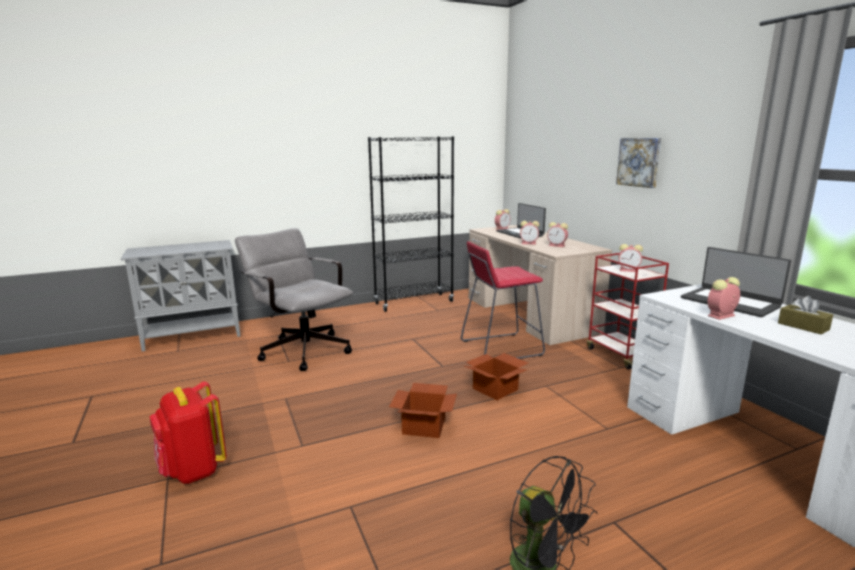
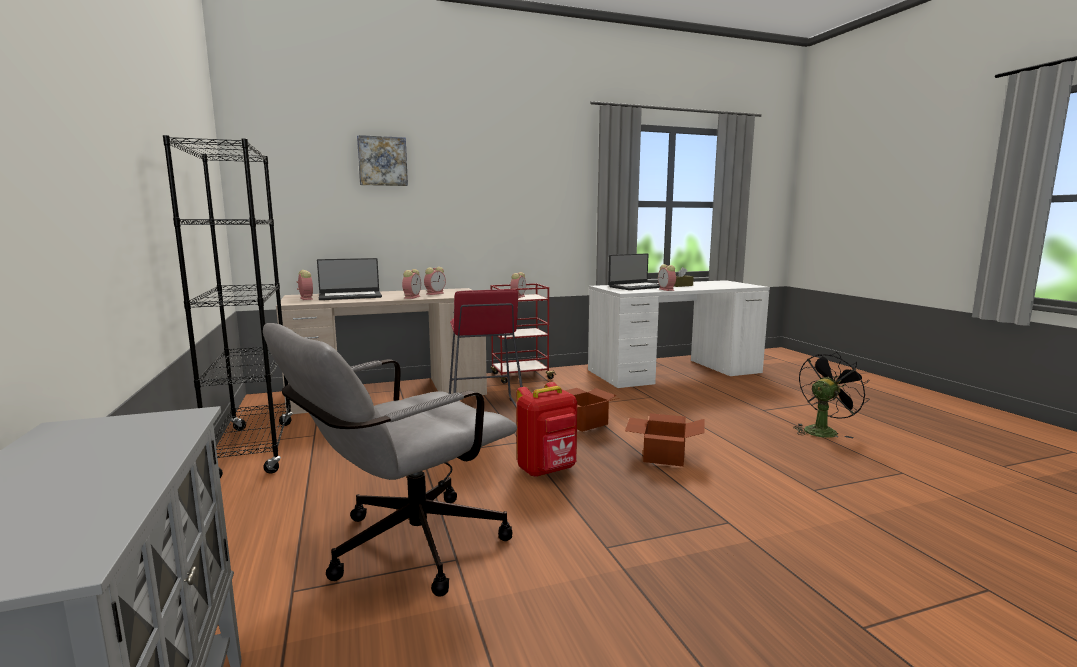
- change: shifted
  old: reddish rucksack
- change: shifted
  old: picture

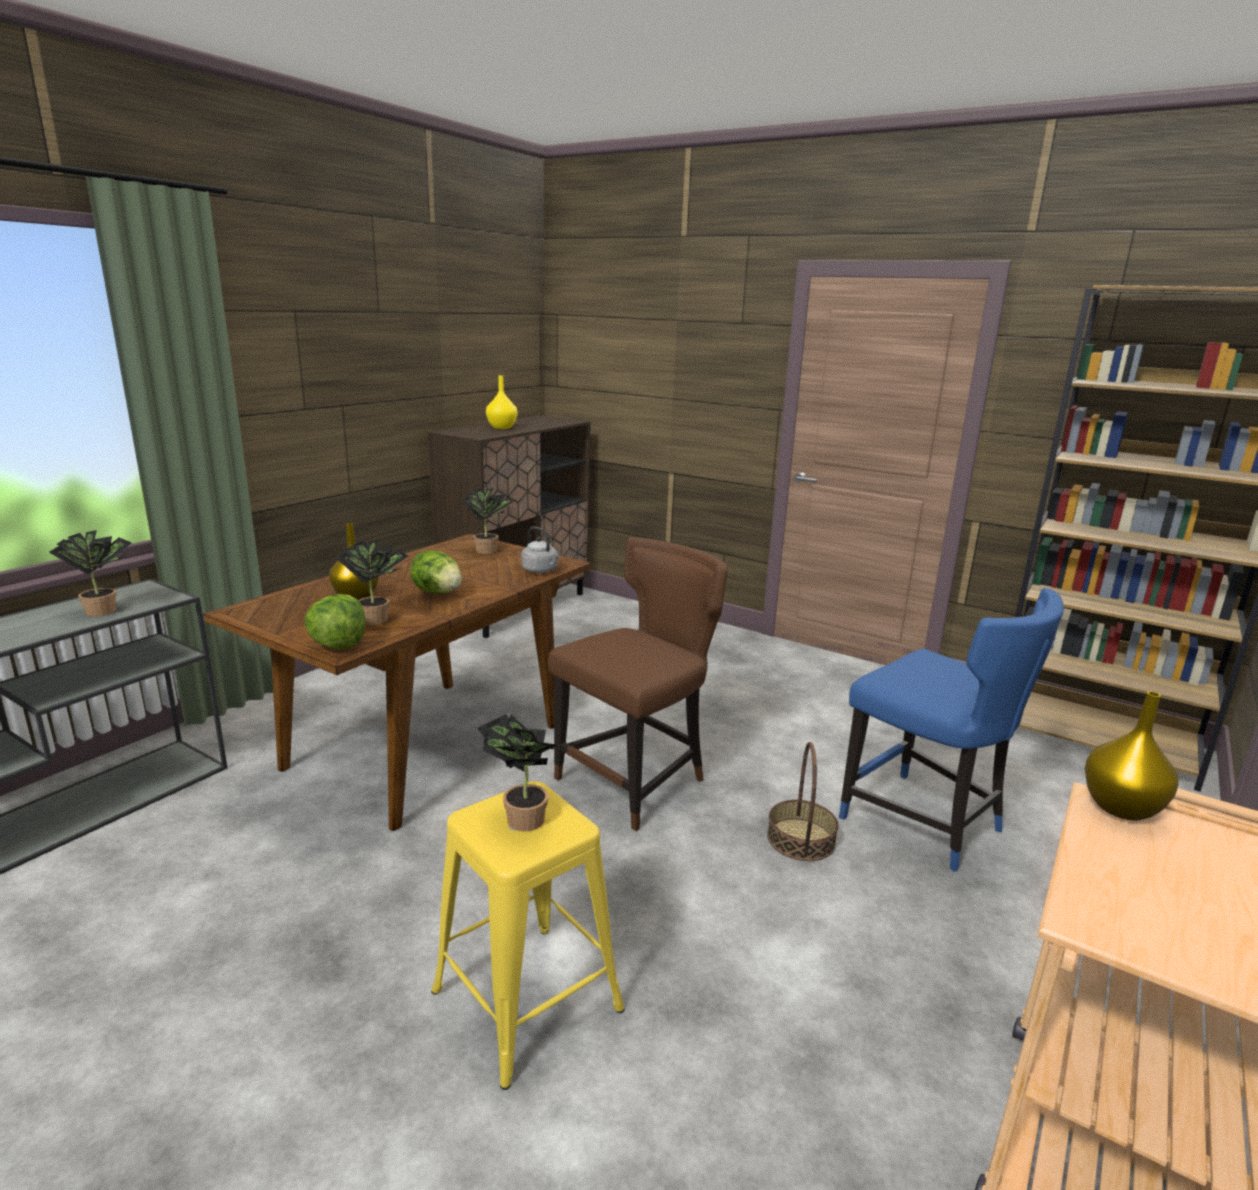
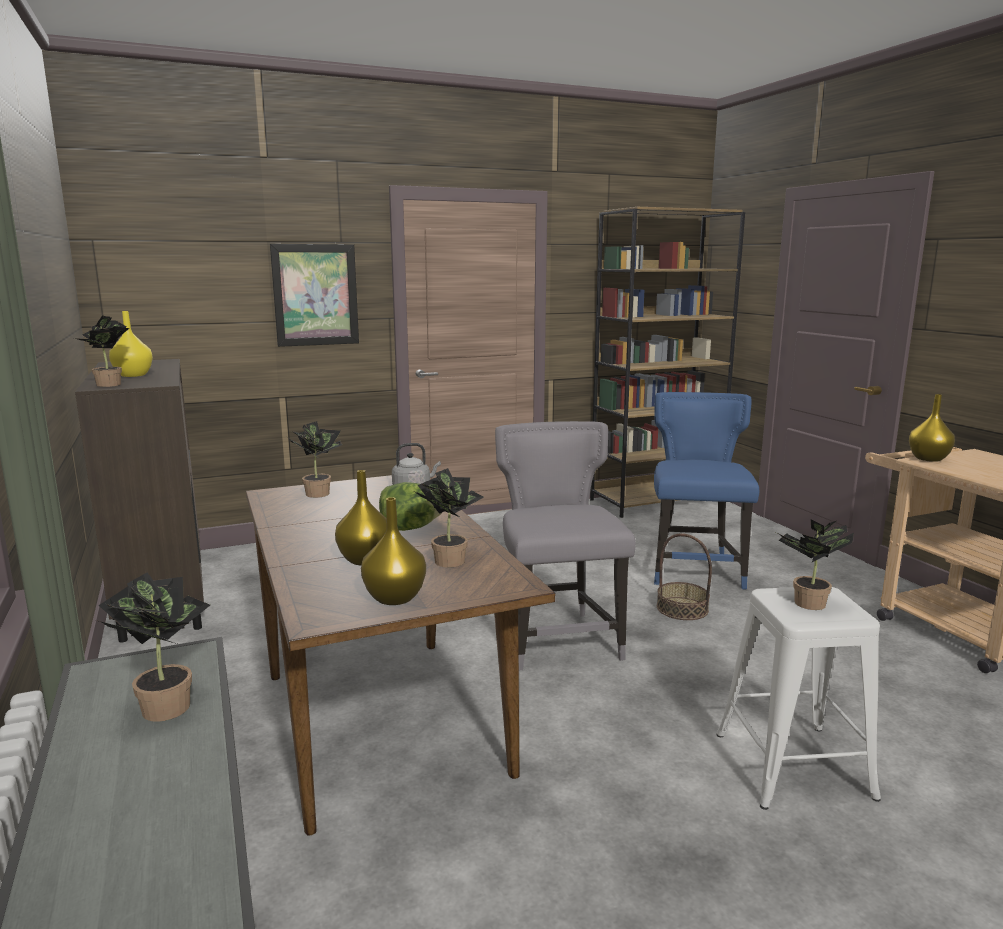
- change: gone
  old: head of lettuce (no. 1 from left)
- change: repainted
  old: yellow-coloured stool seat
  new: white stool seat
- change: repainted
  old: brown-coloured upright chair
  new: gray upright chair
- change: rotated
  old: bluish upright chair
  degrees: -75
- change: new
  new: plant in a pot (no. 1 from left)
- change: new
  new: picture
- change: new
  new: yellow-coloured vase (no. 3 from left)

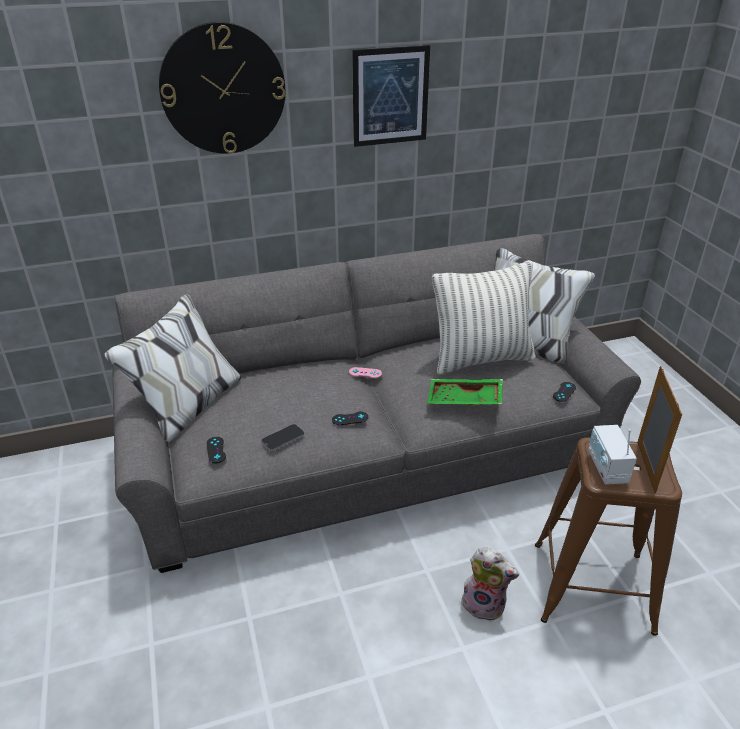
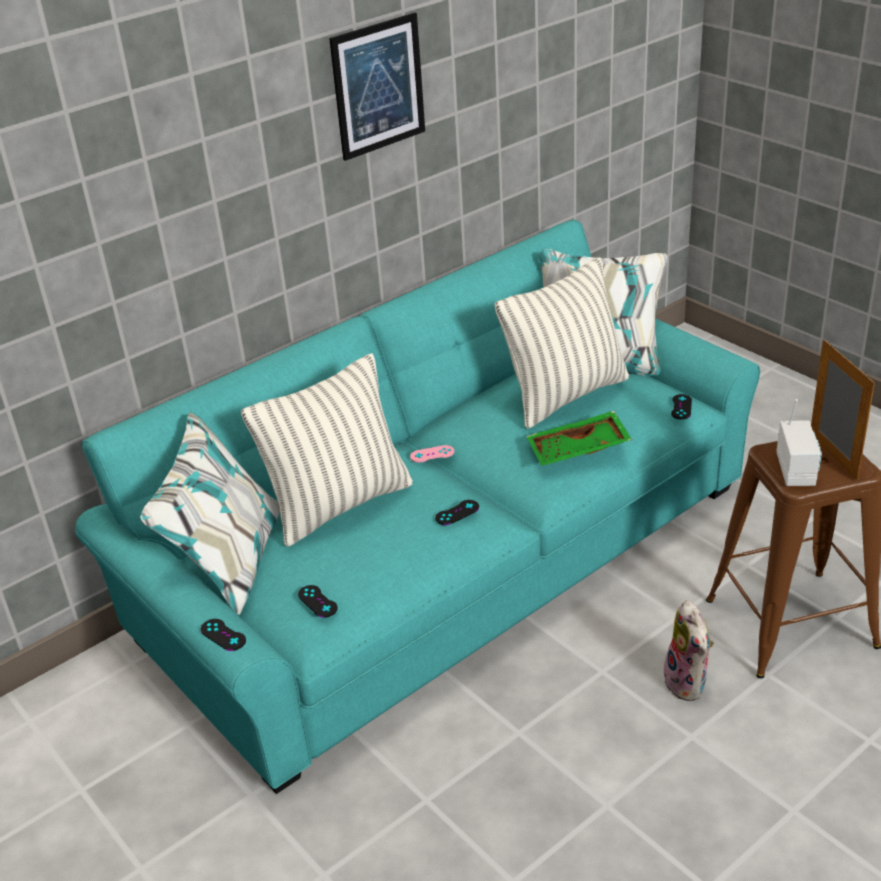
- change: repainted
  old: gray settee
  new: blue-green settee
- change: gone
  old: hanging clock
- change: gone
  old: handset
- change: rotated
  old: cuddly toy
  degrees: 75
- change: rotated
  old: radio receiver
  degrees: -150
- change: new
  new: black gamepad (no. 1 from left)
- change: new
  new: throw pillow (no. 1 from left)

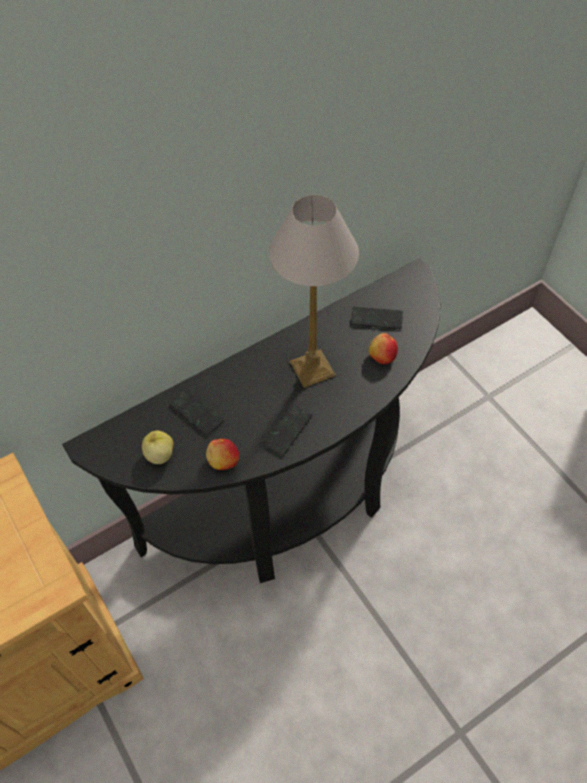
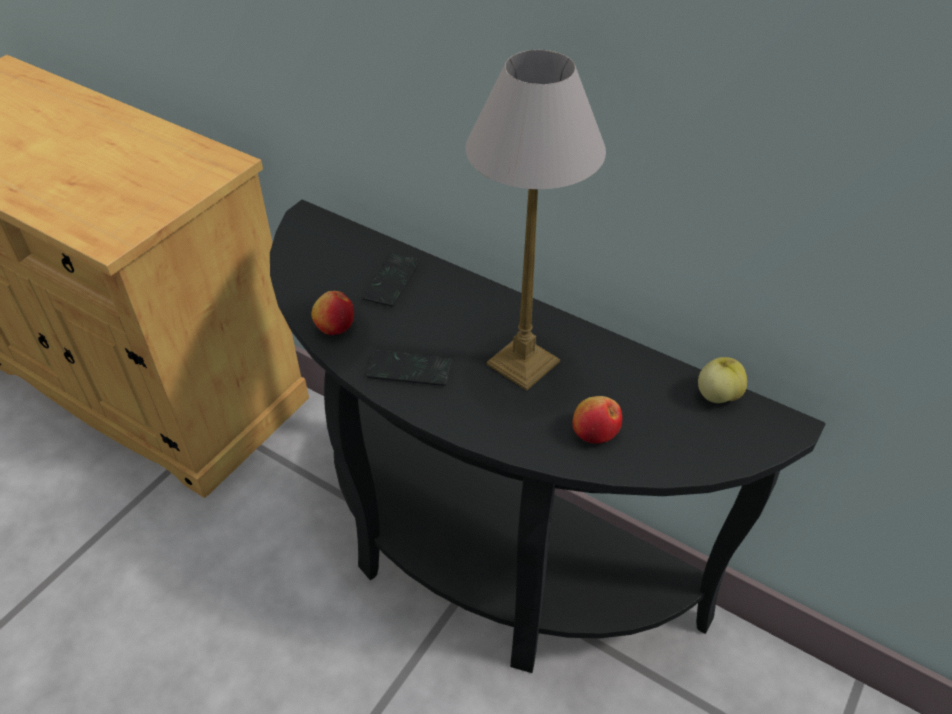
- change: shifted
  old: apple (no. 1 from left in the first image)
  new: apple (no. 3 from left)
- change: gone
  old: handset (no. 3 from left)

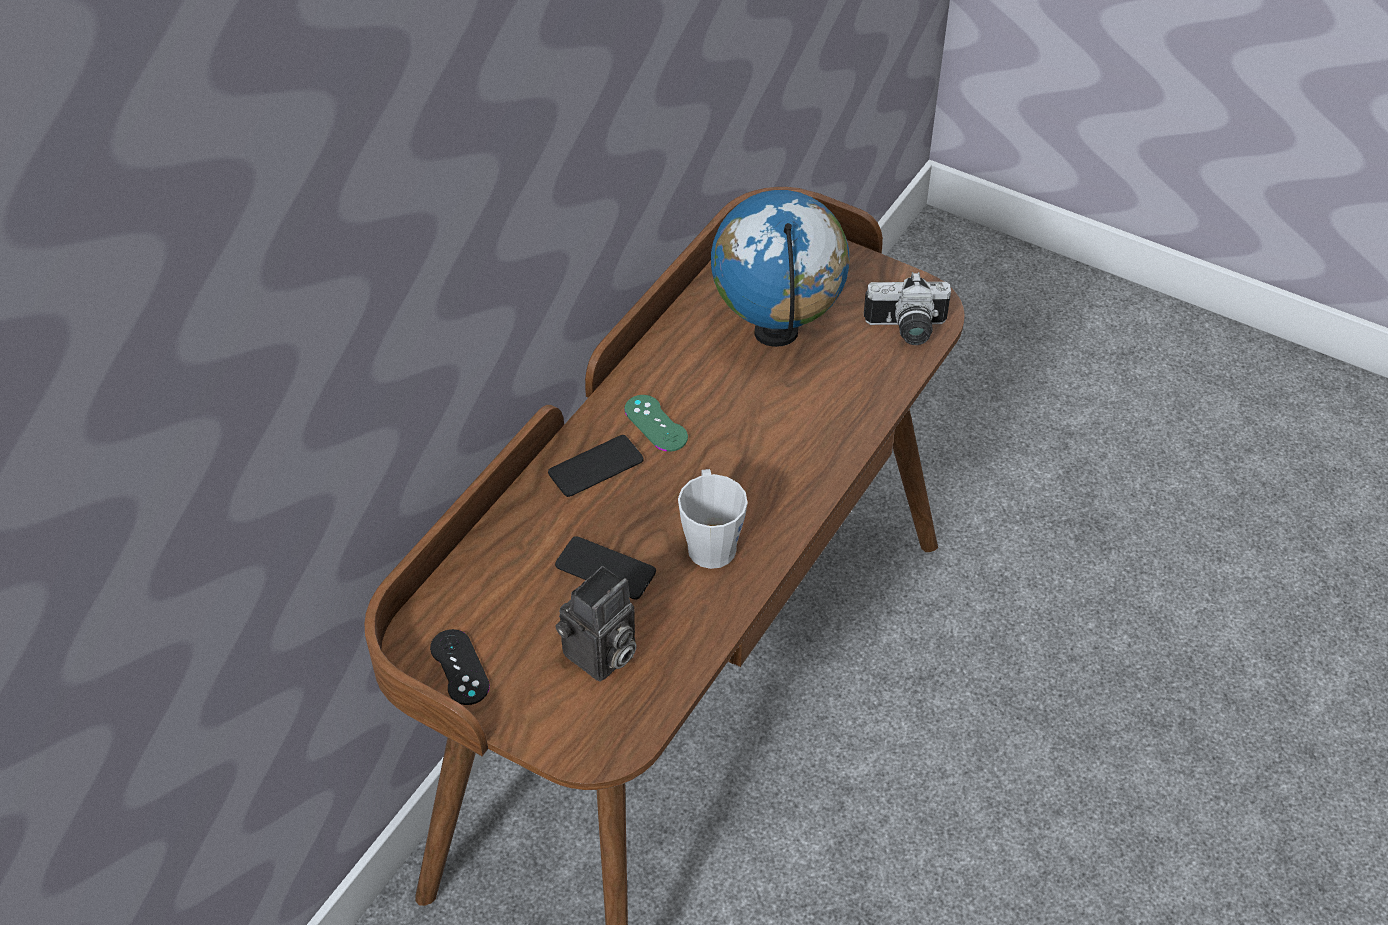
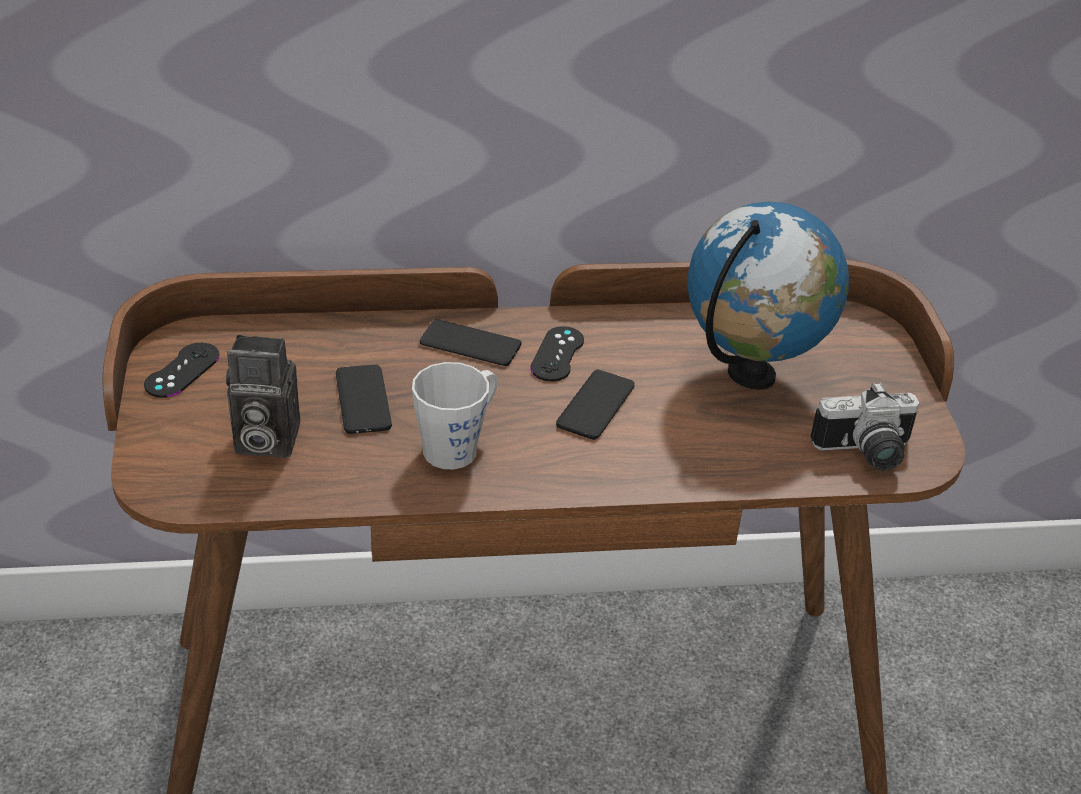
- change: repainted
  old: greenish gamepad
  new: black gamepad (no. 2 from left)
- change: rotated
  old: photo camera (no. 2 from left)
  degrees: -60
- change: new
  new: handset (no. 3 from left)

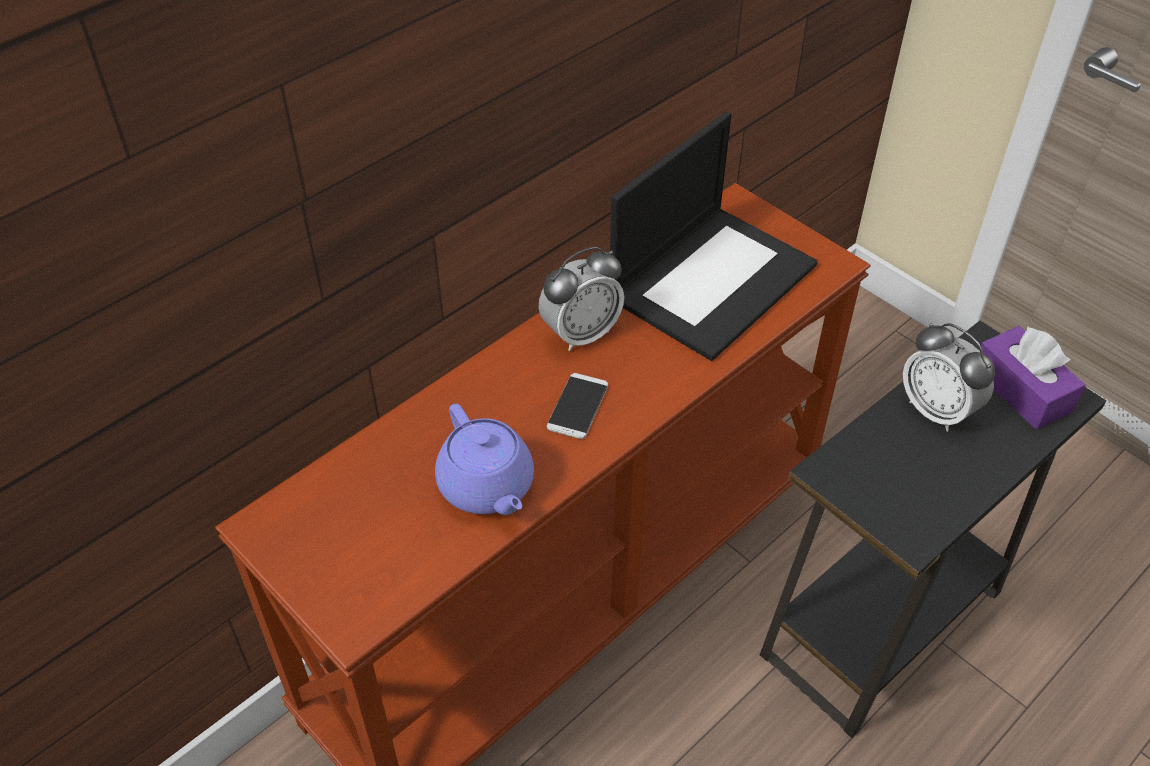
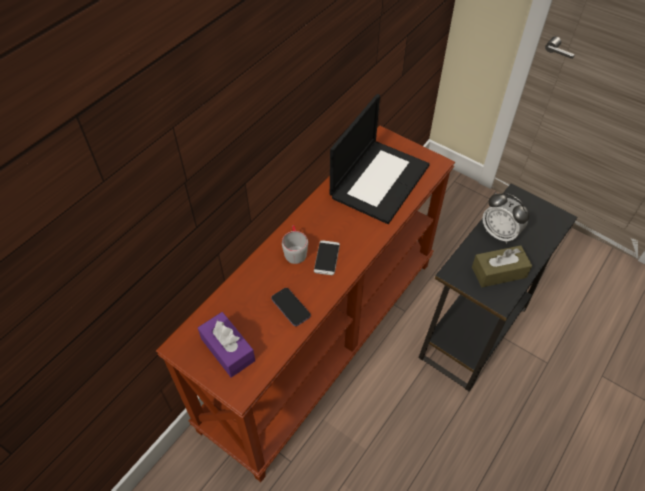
- change: swapped
  old: purple-coloured teapot
  new: handset (no. 1 from left)
- change: gone
  old: table clock (no. 1 from left)
- change: shifted
  old: purple-coloured tissue box
- change: new
  new: gray mug
- change: new
  new: brown-coloured tissue box

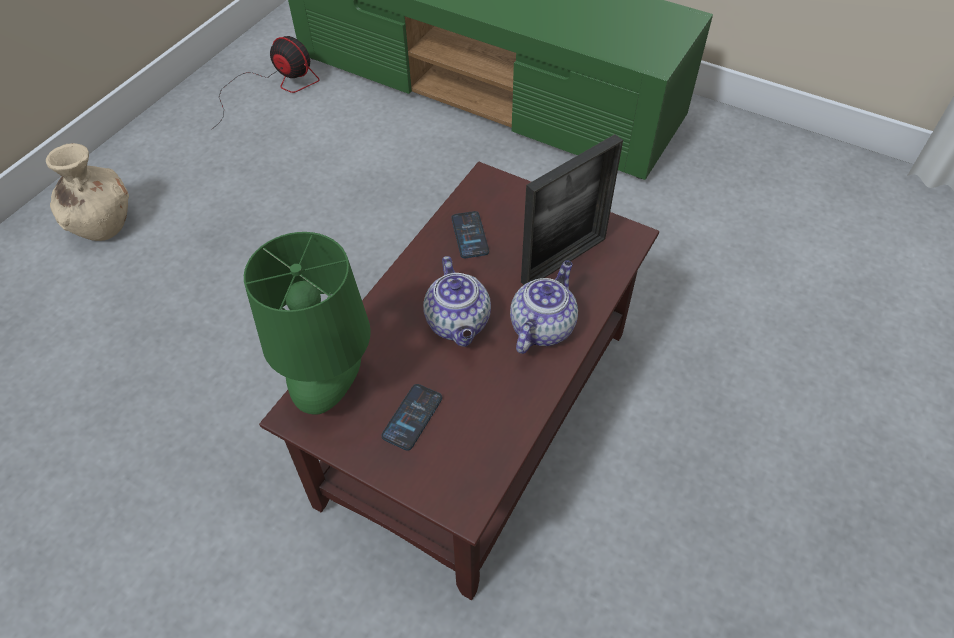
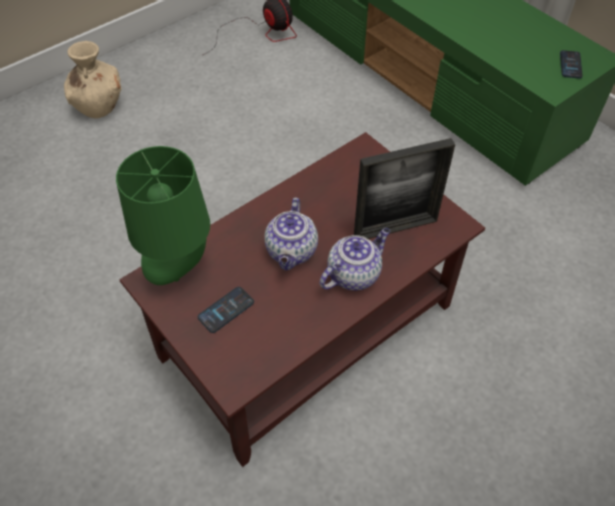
- change: shifted
  old: handset (no. 2 from left)

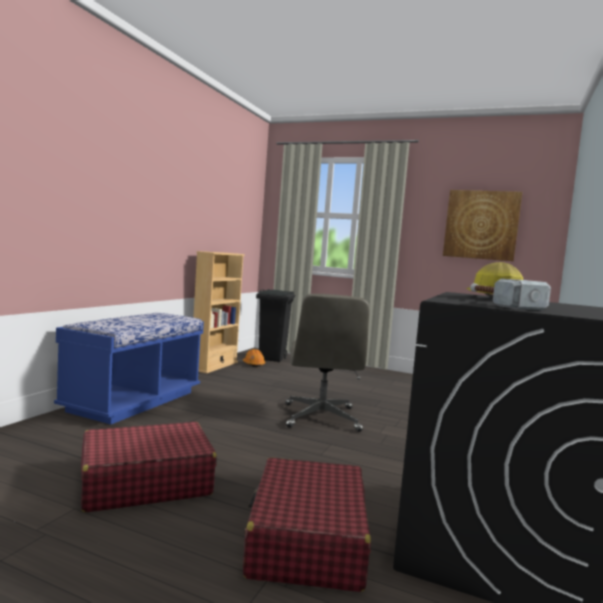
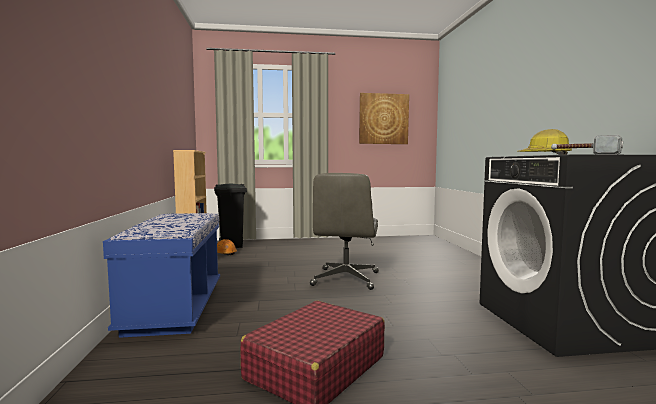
- change: gone
  old: reddish piece of luggage (no. 2 from left)
- change: rotated
  old: gray computer chair
  degrees: 45

